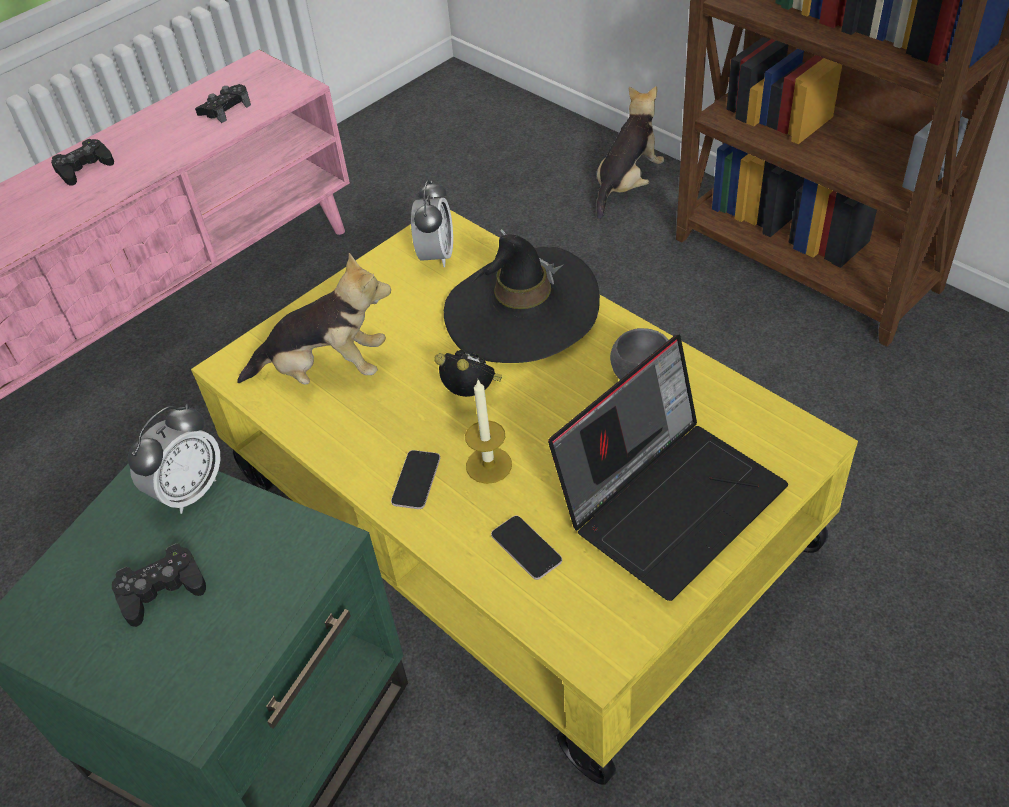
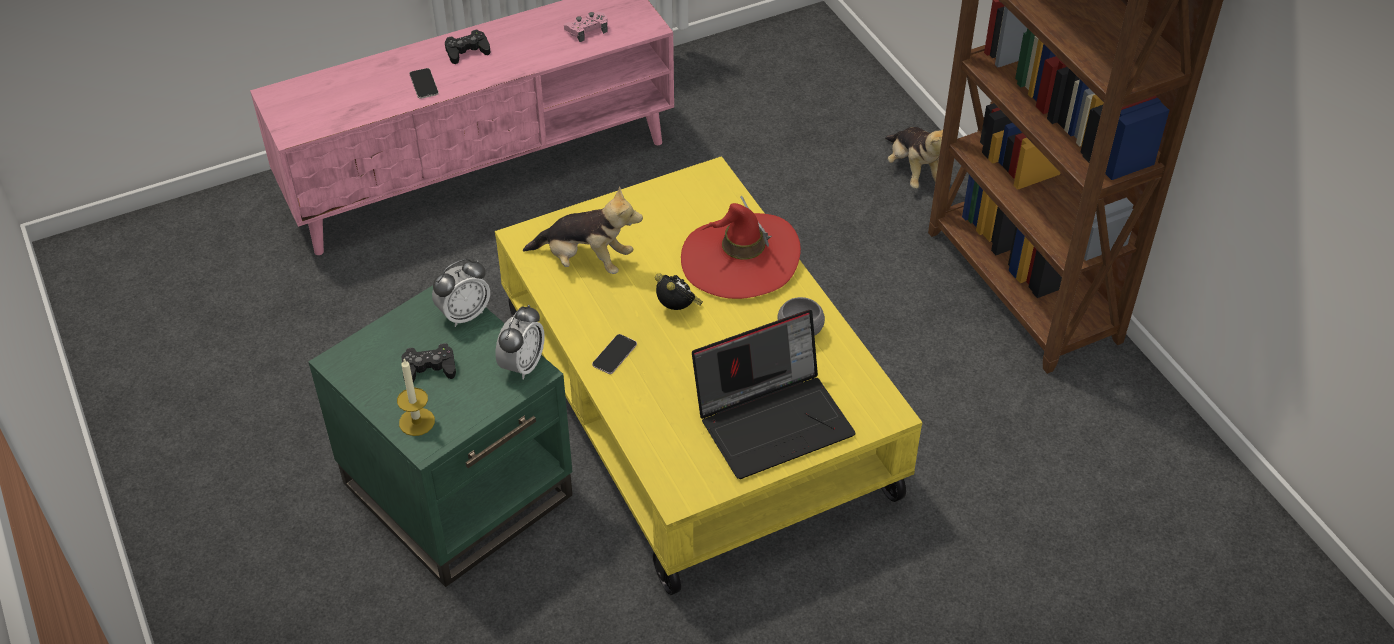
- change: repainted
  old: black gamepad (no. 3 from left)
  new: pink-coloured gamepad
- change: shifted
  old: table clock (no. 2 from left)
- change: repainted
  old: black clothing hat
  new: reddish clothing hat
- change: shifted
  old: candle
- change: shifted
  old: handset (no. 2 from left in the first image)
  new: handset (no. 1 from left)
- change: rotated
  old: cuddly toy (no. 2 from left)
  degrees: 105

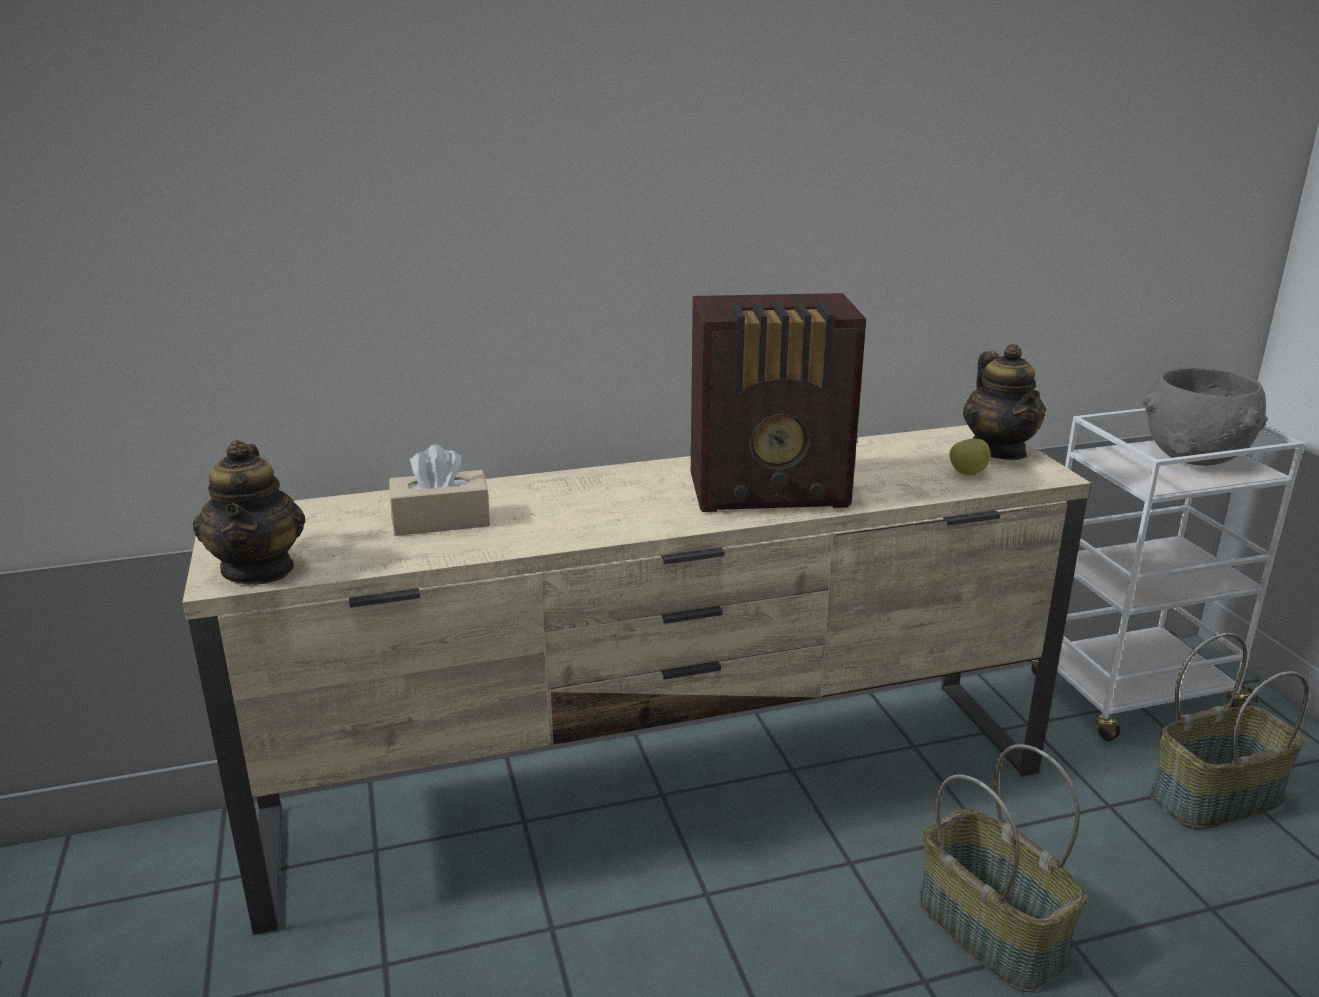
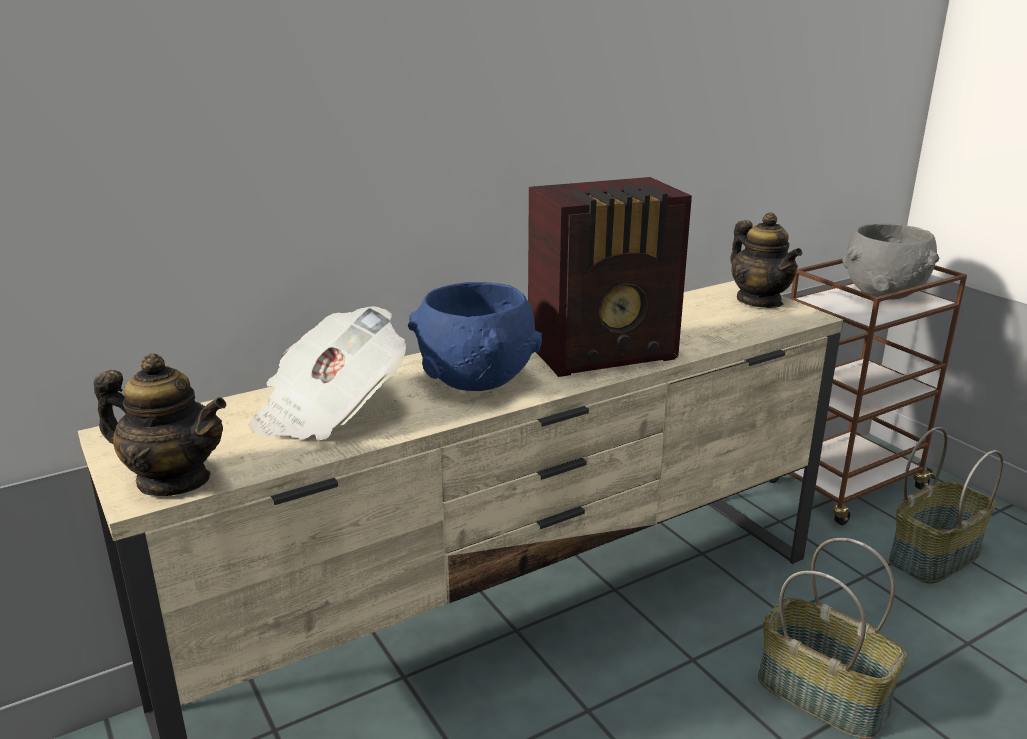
- change: rotated
  old: teapot (no. 1 from left)
  degrees: -45
- change: swapped
  old: sand-coloured tissue box
  new: printed paper
- change: gone
  old: apple
- change: repainted
  old: white trolley
  new: brown-coloured trolley
- change: new
  new: bluish bowl

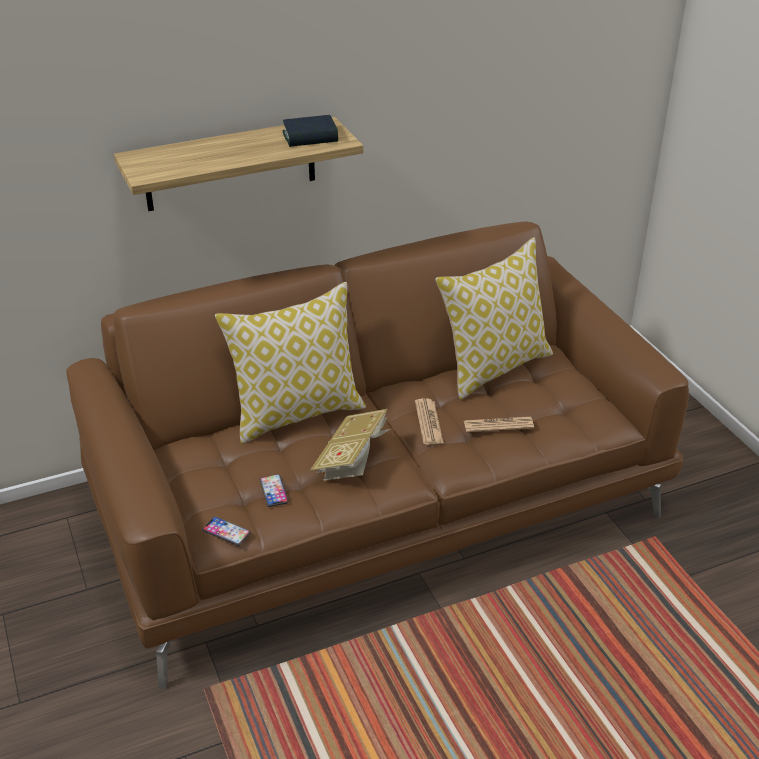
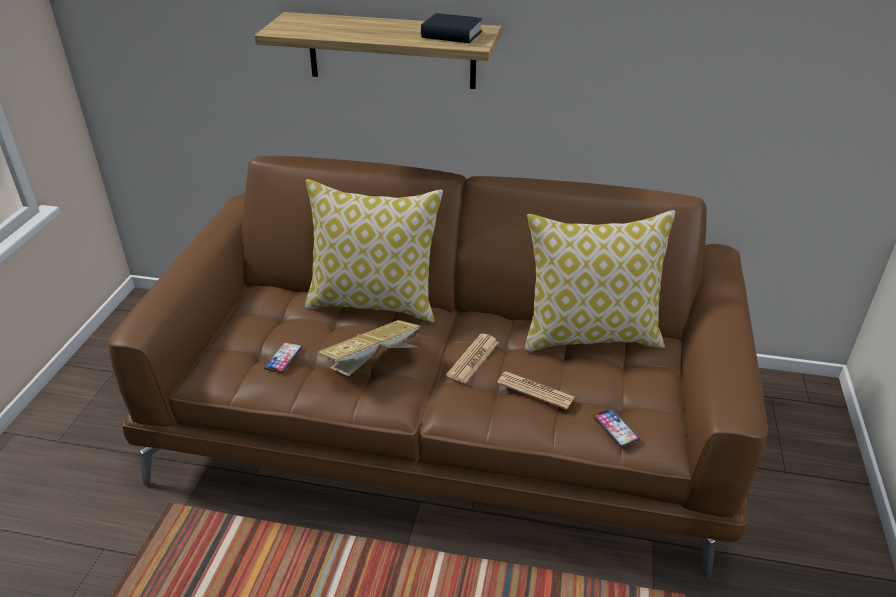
- change: shifted
  old: handset (no. 1 from left in the first image)
  new: handset (no. 2 from left)

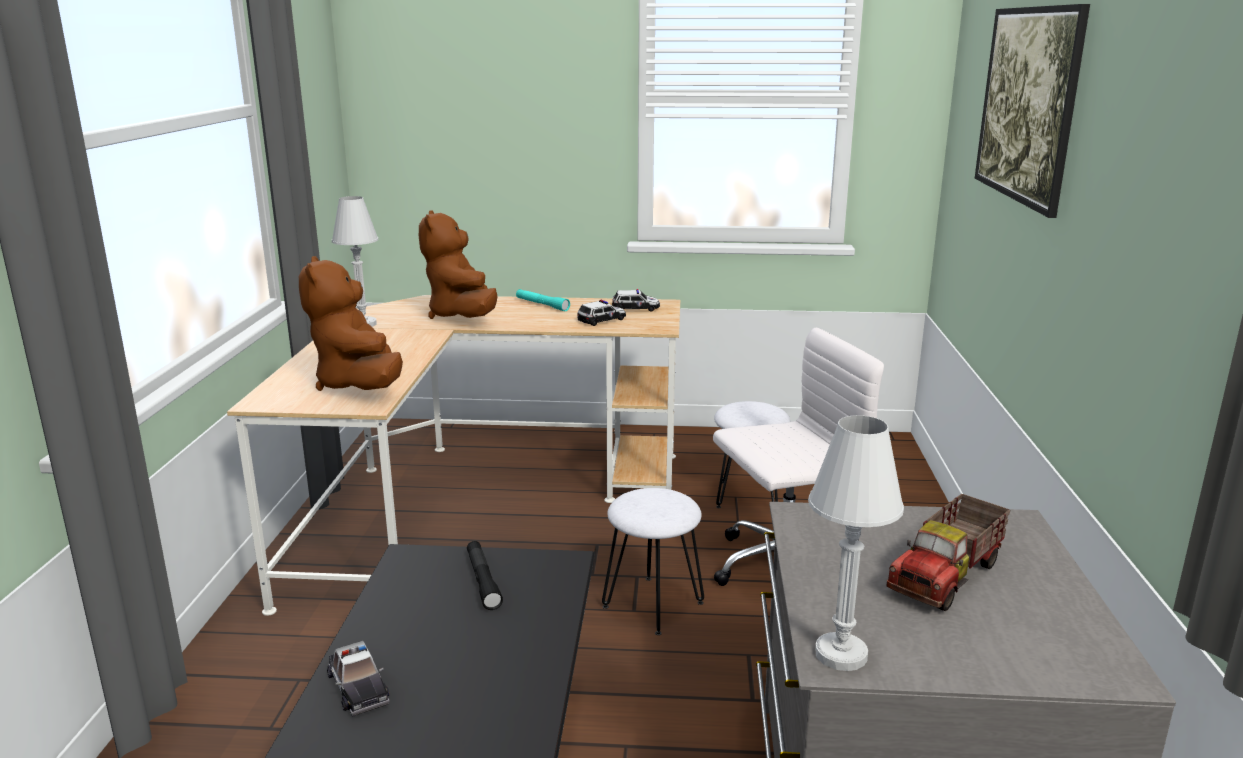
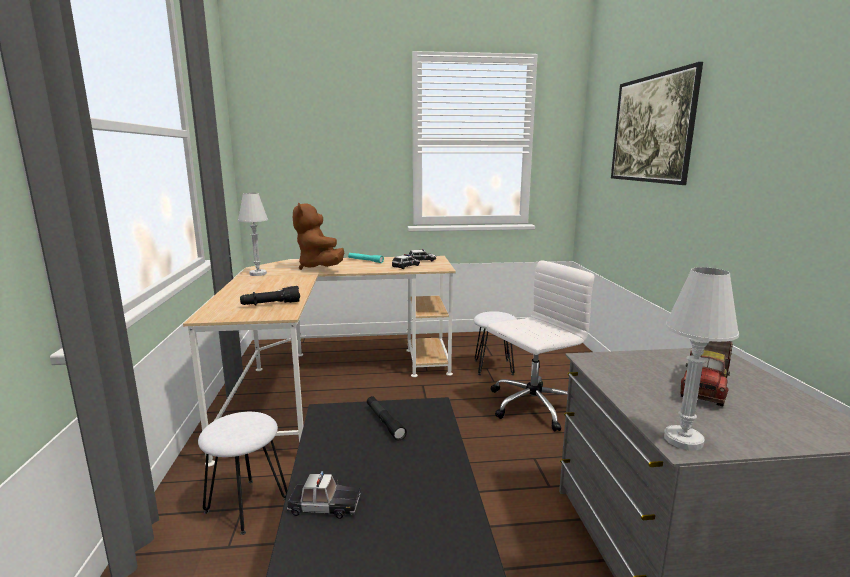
- change: swapped
  old: brown-coloured cuddly toy (no. 1 from left)
  new: black flashlight (no. 1 from left)
- change: rotated
  old: miniature car (no. 1 from left)
  degrees: -45
- change: shifted
  old: white stool seat (no. 1 from left)

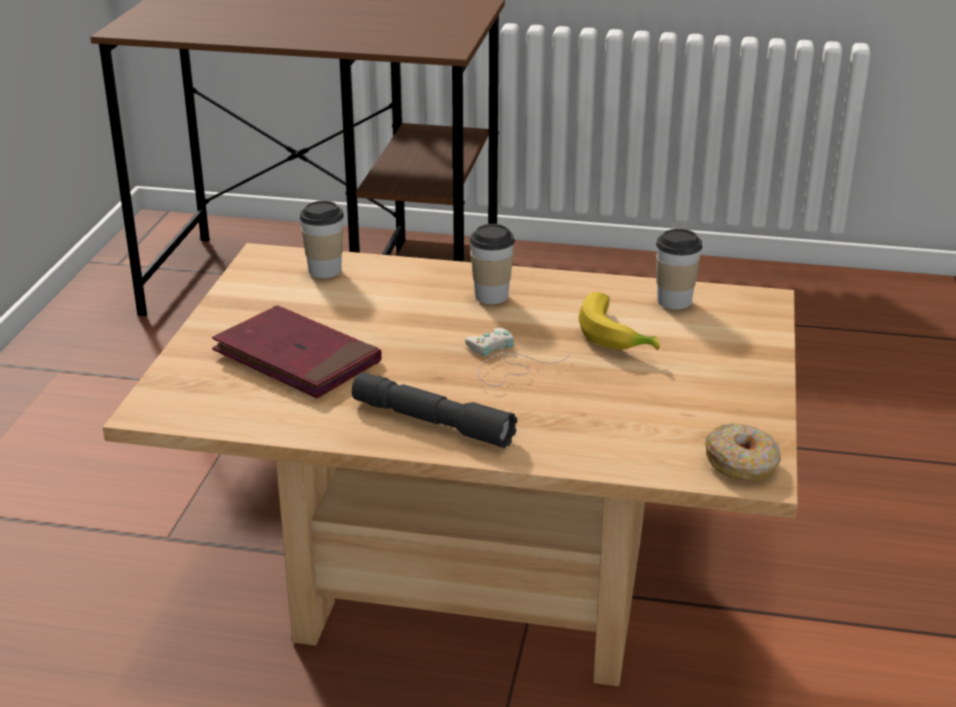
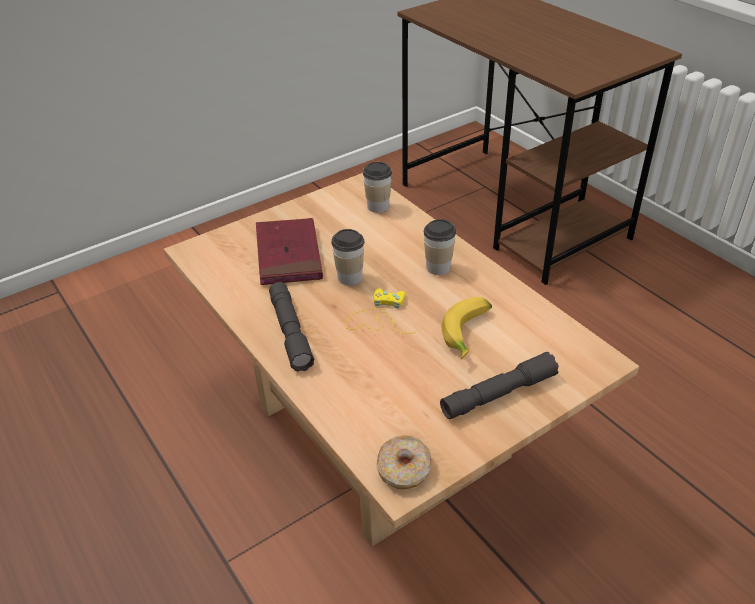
- change: repainted
  old: white gamepad
  new: yellow-coloured gamepad
- change: shifted
  old: drinking cup (no. 3 from left in the first image)
  new: drinking cup (no. 1 from left)
- change: new
  new: gray flashlight (no. 2 from left)

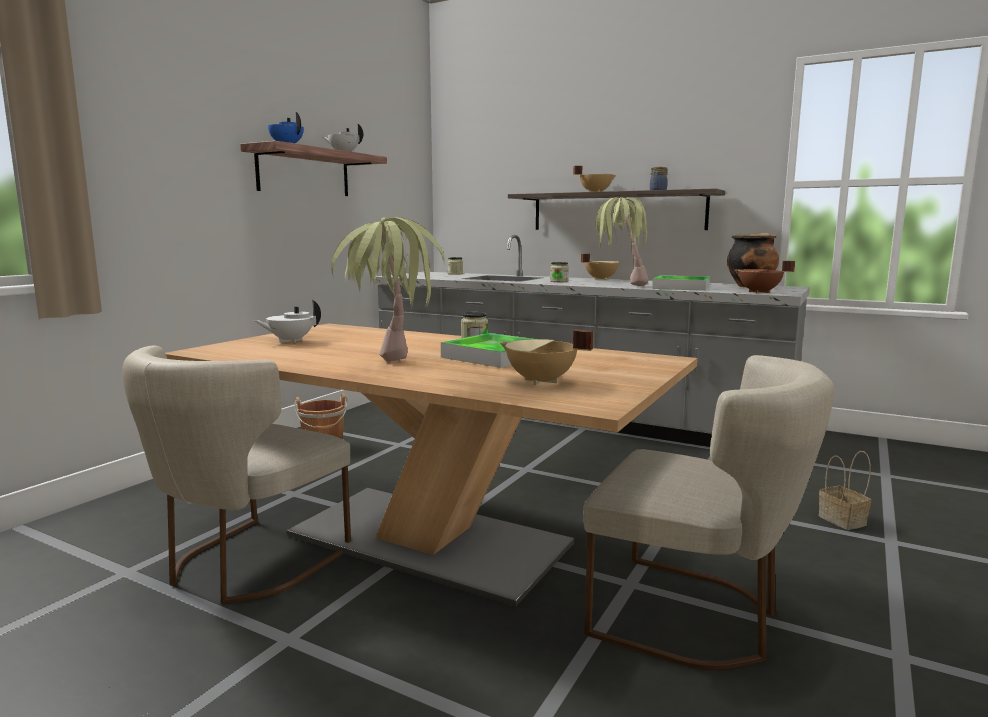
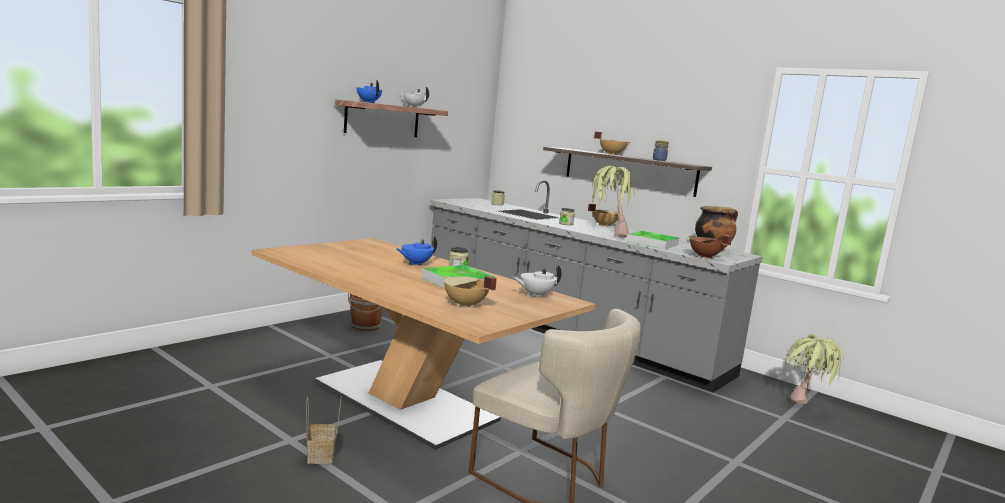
- change: gone
  old: sand-coloured upright chair (no. 1 from left)
- change: shifted
  old: white teapot (no. 1 from left in the first image)
  new: white teapot (no. 2 from left)
- change: shifted
  old: plant in a pot (no. 1 from left in the first image)
  new: plant in a pot (no. 2 from left)
- change: shifted
  old: storage basket
- change: new
  new: bluish teapot (no. 2 from left)

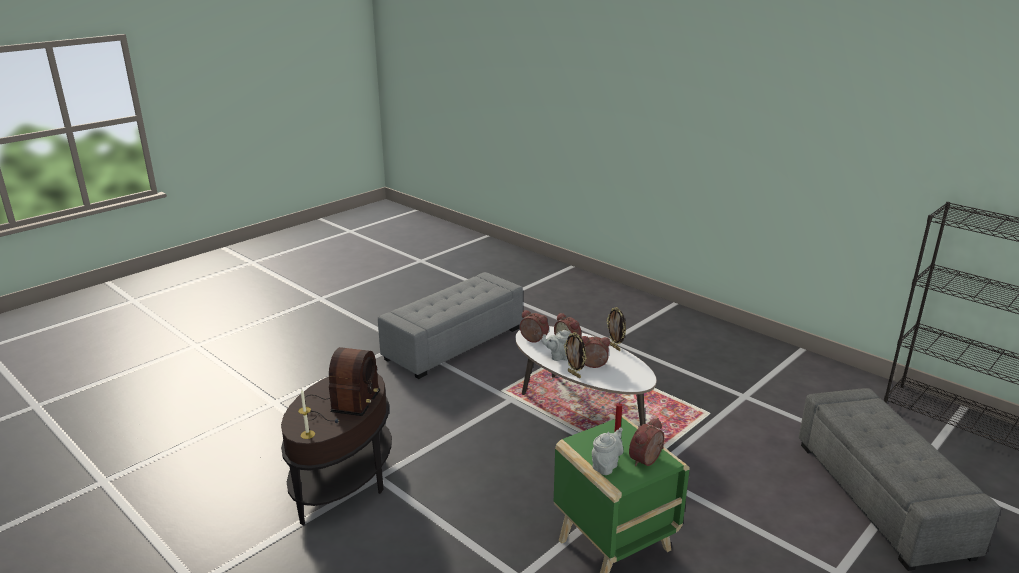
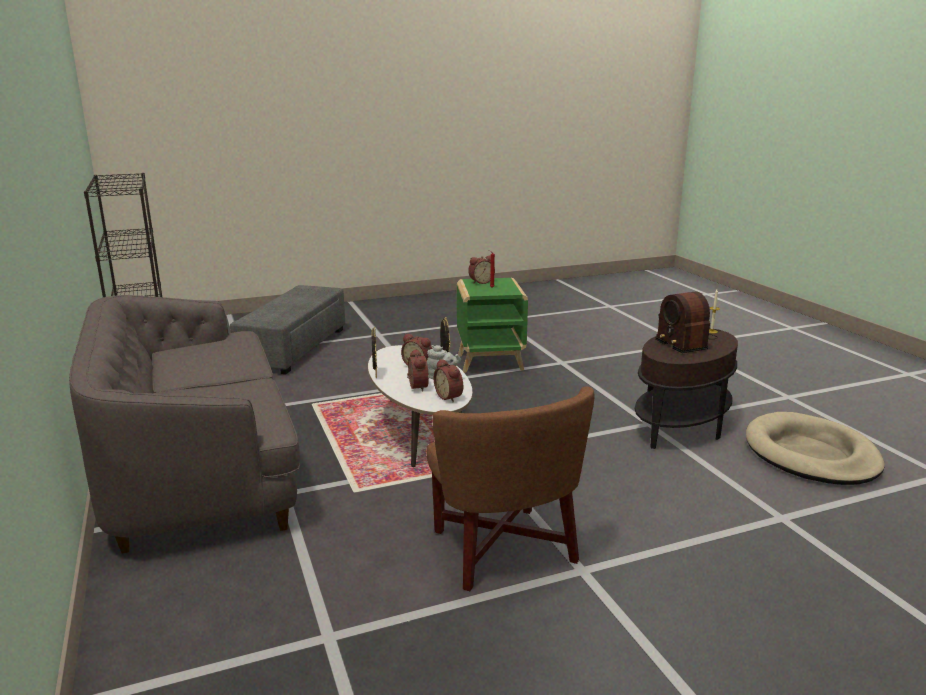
- change: rotated
  old: radio receiver
  degrees: -60
- change: swapped
  old: gray pouffe (no. 1 from left)
  new: brown-coloured armchair
- change: gone
  old: gray teapot (no. 2 from left)
- change: new
  new: gray settee
- change: new
  new: sand-coloured pet bed

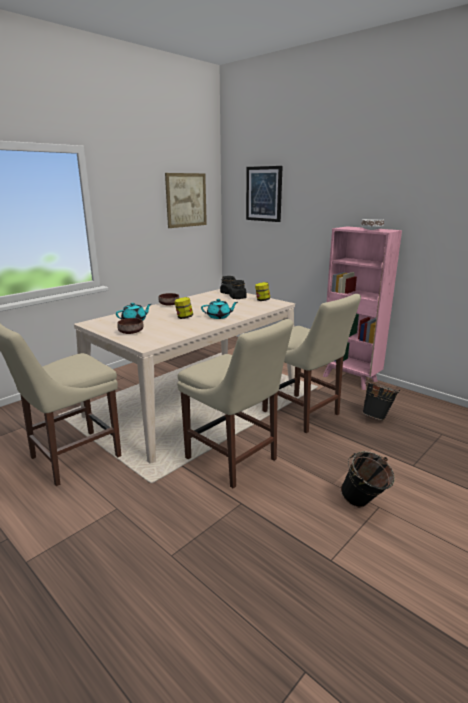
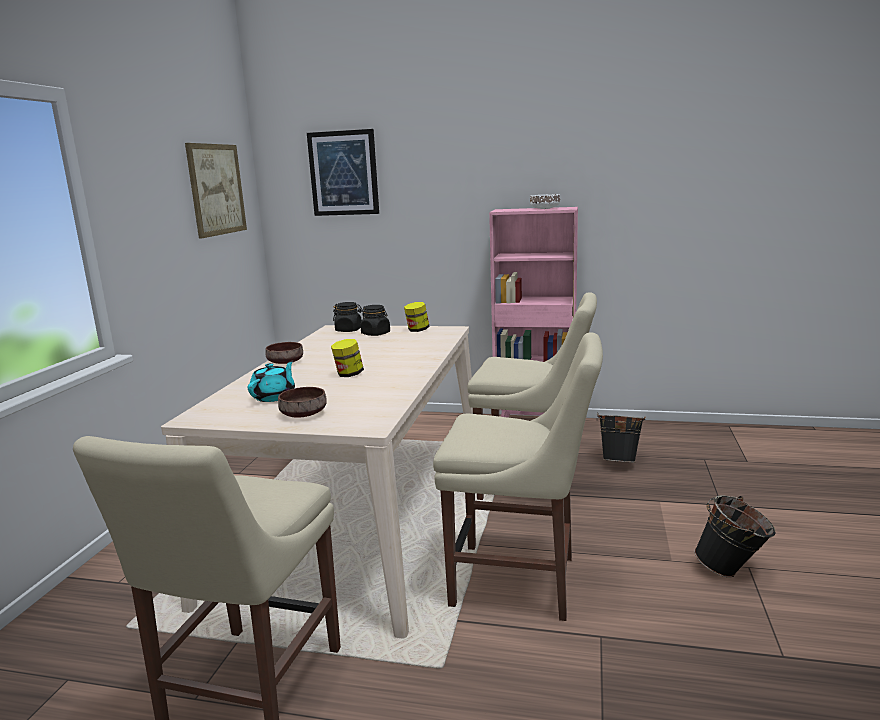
- change: gone
  old: blue-green teapot (no. 2 from left)

